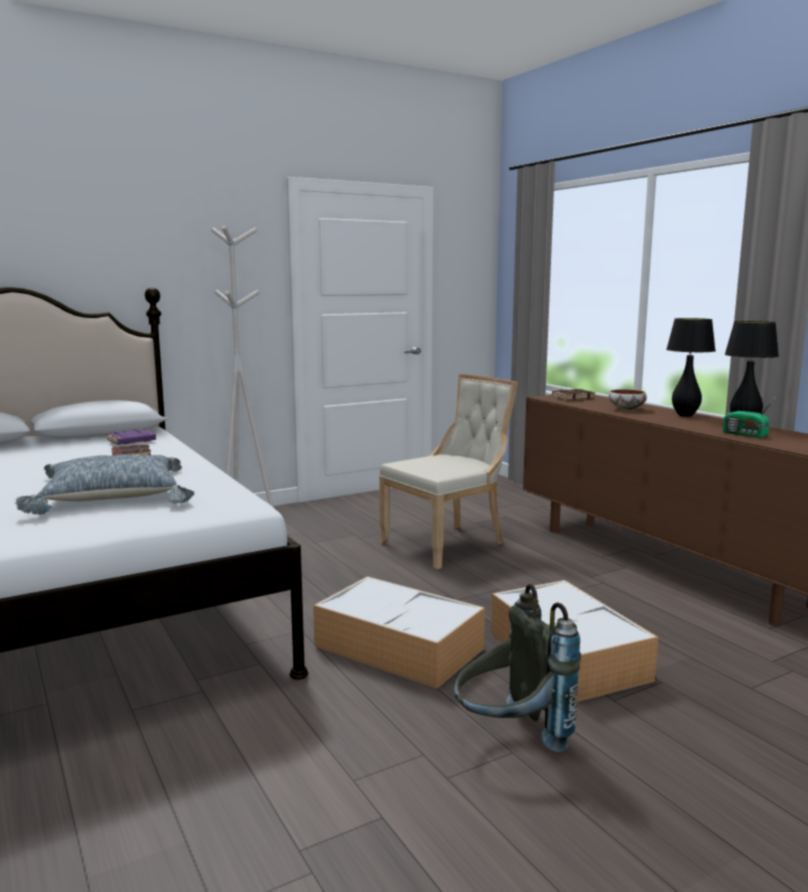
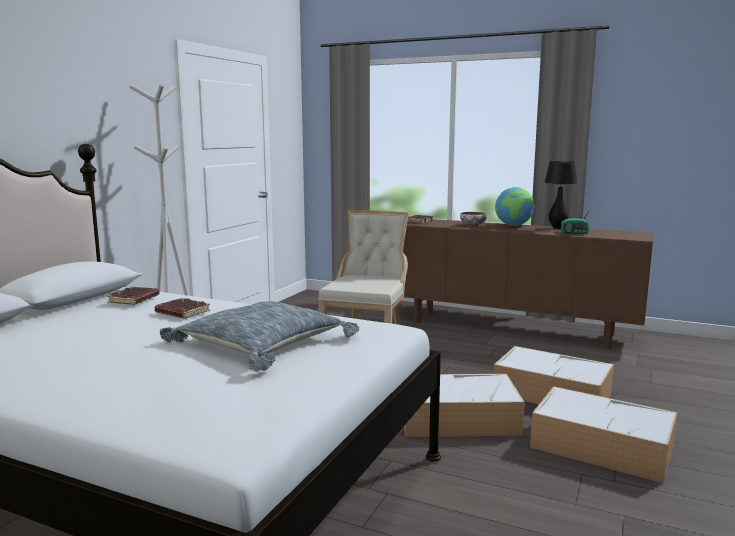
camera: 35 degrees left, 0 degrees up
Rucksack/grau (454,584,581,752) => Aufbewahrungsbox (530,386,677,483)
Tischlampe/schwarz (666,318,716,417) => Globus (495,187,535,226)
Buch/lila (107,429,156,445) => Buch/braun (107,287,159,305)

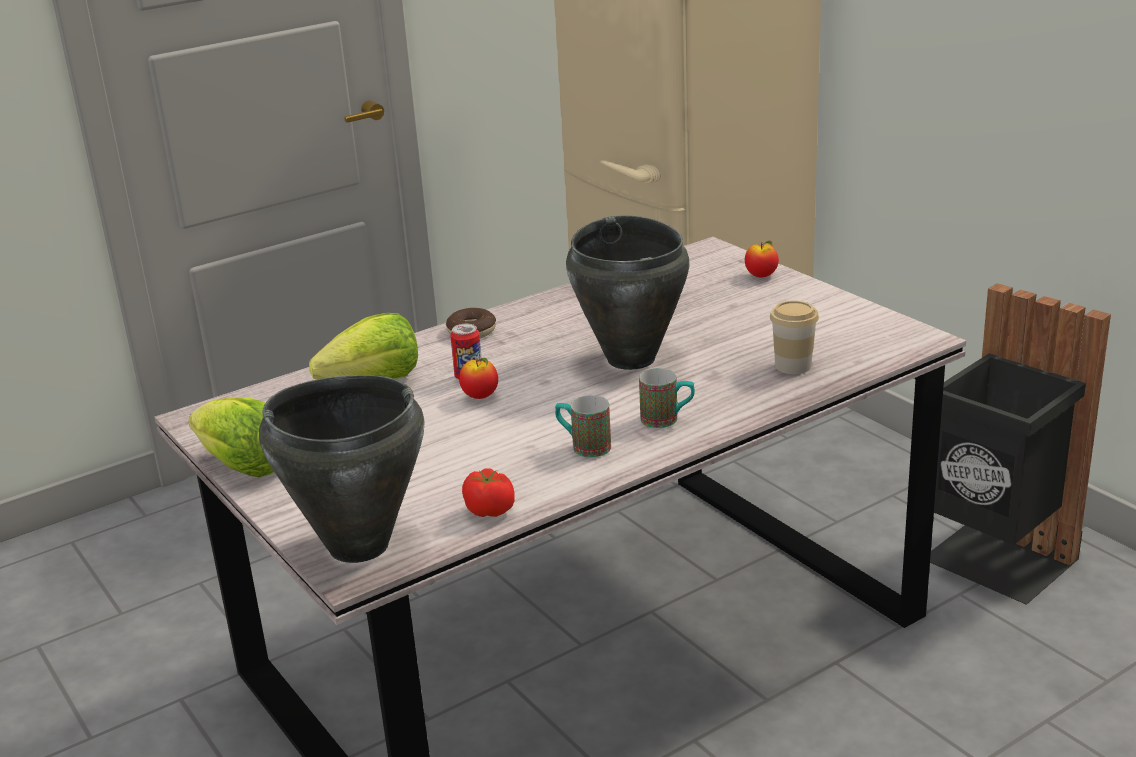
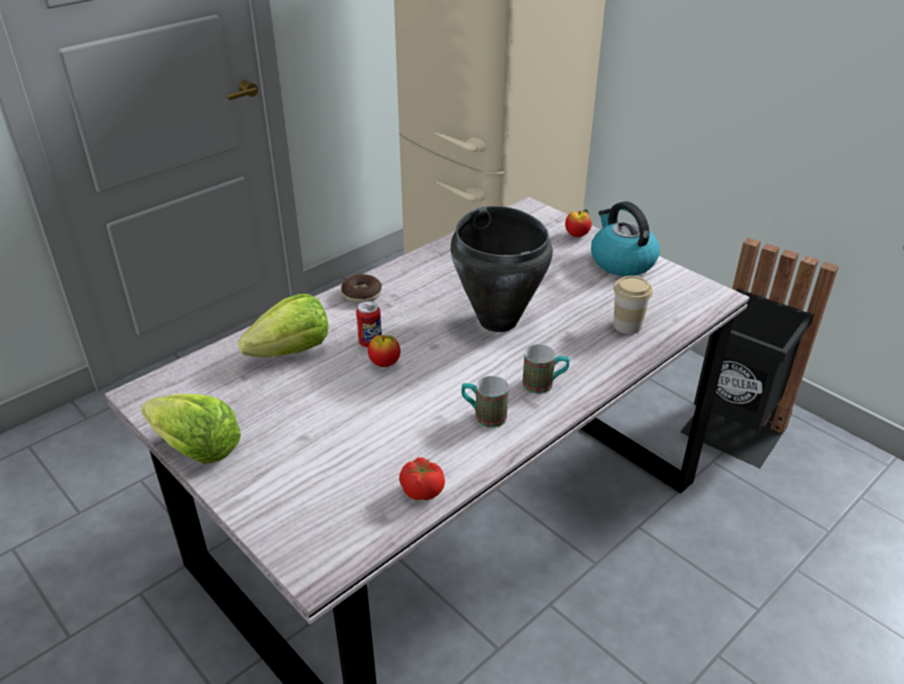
camera: 10 degrees left, 10 degrees up
Kochtopf/schwarz (259,375,425,563) => nothing
nothing => Wasserkessel (591,201,660,276)

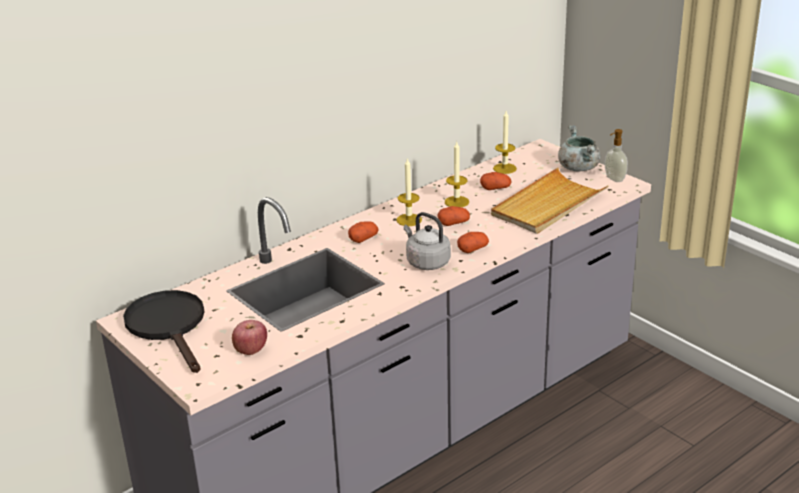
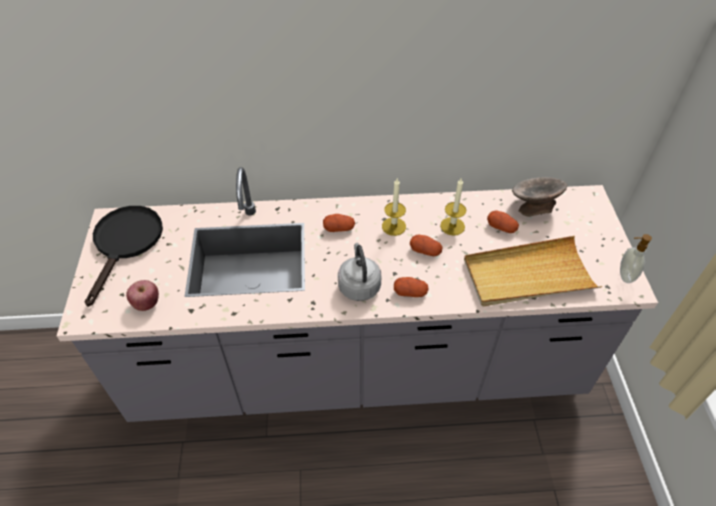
camera: 35 degrees right, 20 degrees up
Kochtopf/grau (558,125,601,171) => nothing
Kerze (493,111,517,174) => Schüssel/grau (512,177,567,217)

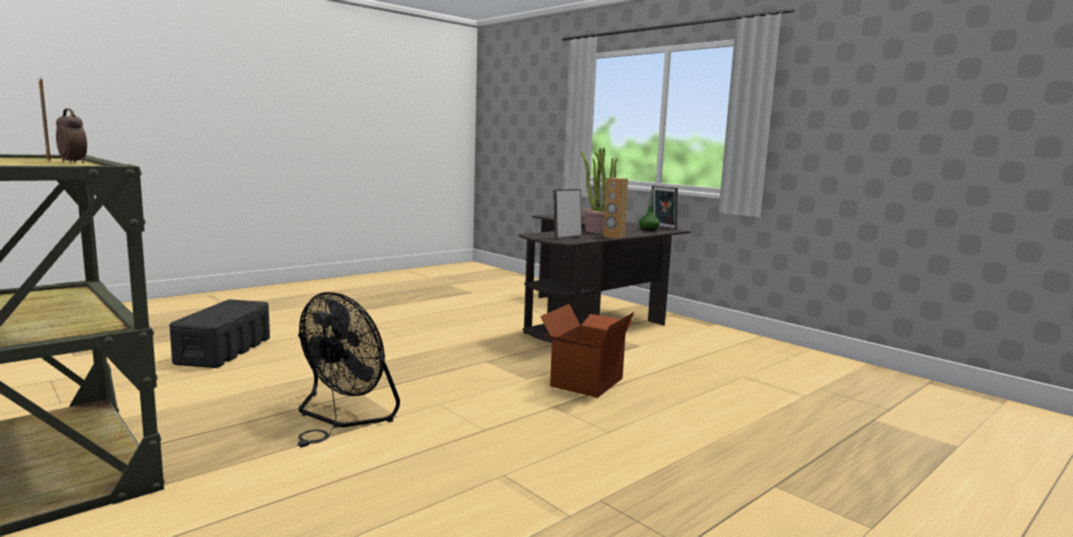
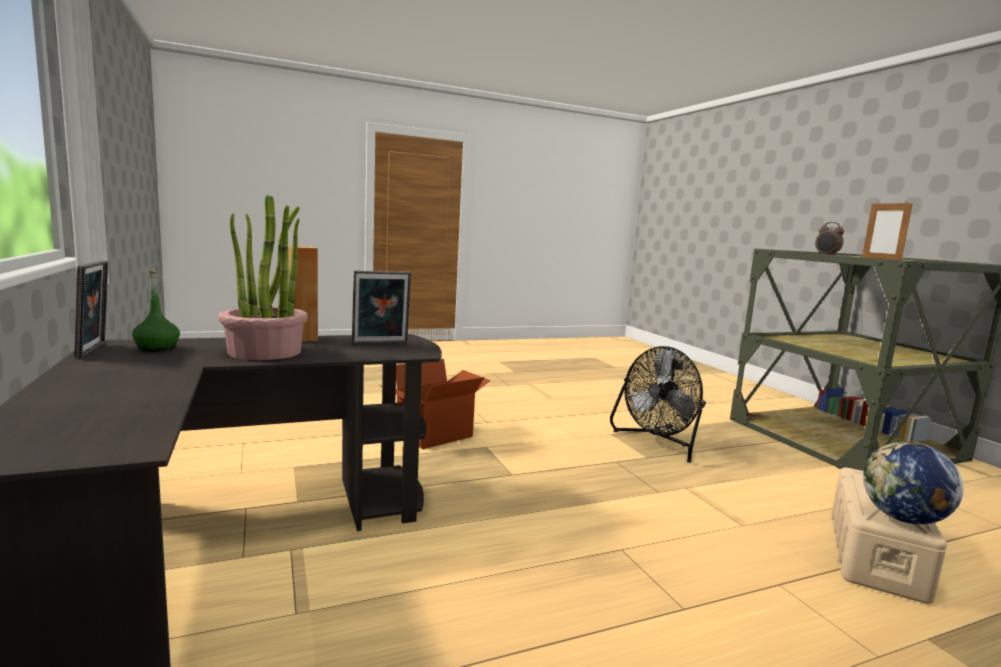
camera: 160 degrees left, 0 degrees up
nothing => Globus (863,441,963,524)
Aufbewahrungsbox/schwarz (169,300,270,368) => Aufbewahrungsbox/beige (831,467,947,604)

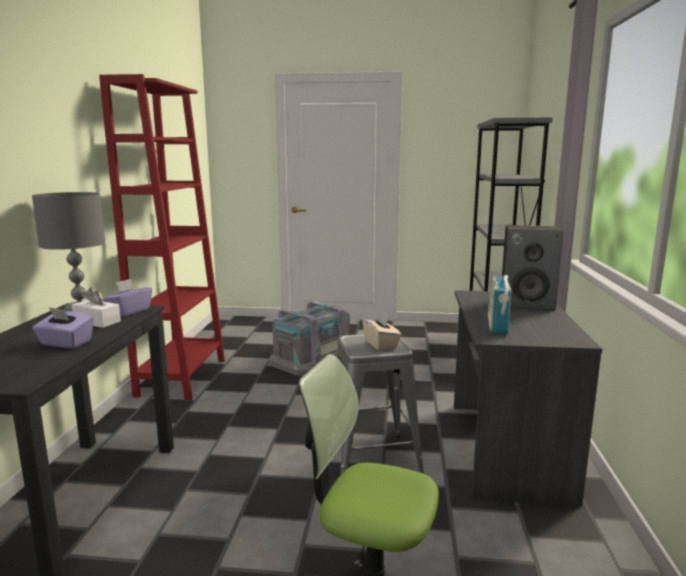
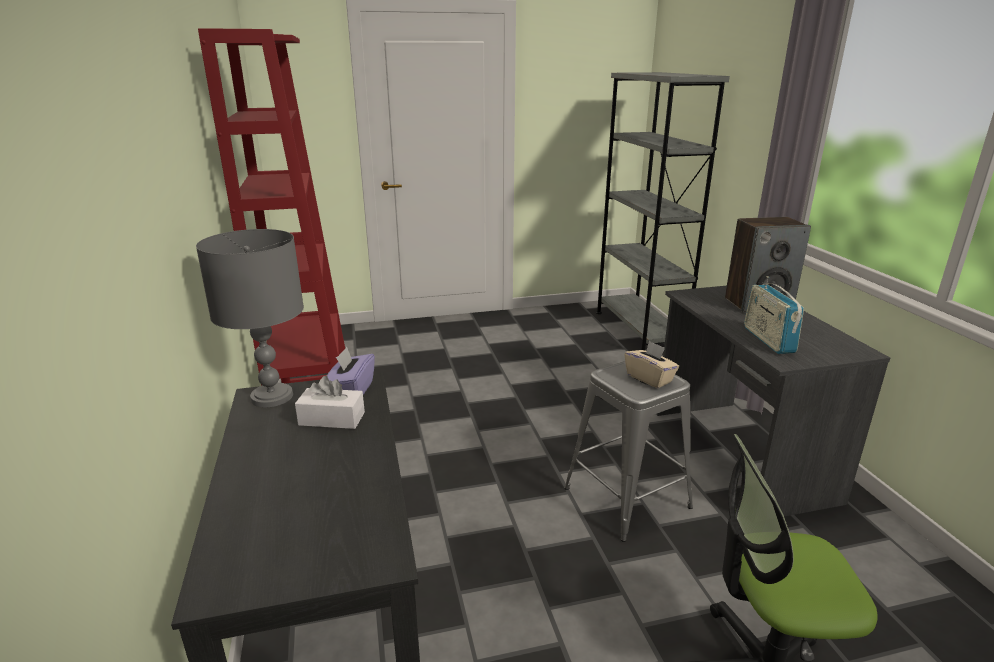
camera: 20 degrees left, 10 degrees up
Taschentuchbox/lila (32,307,94,349) => nothing
Aufbewahrungsbox/grau (269,301,350,376) => nothing

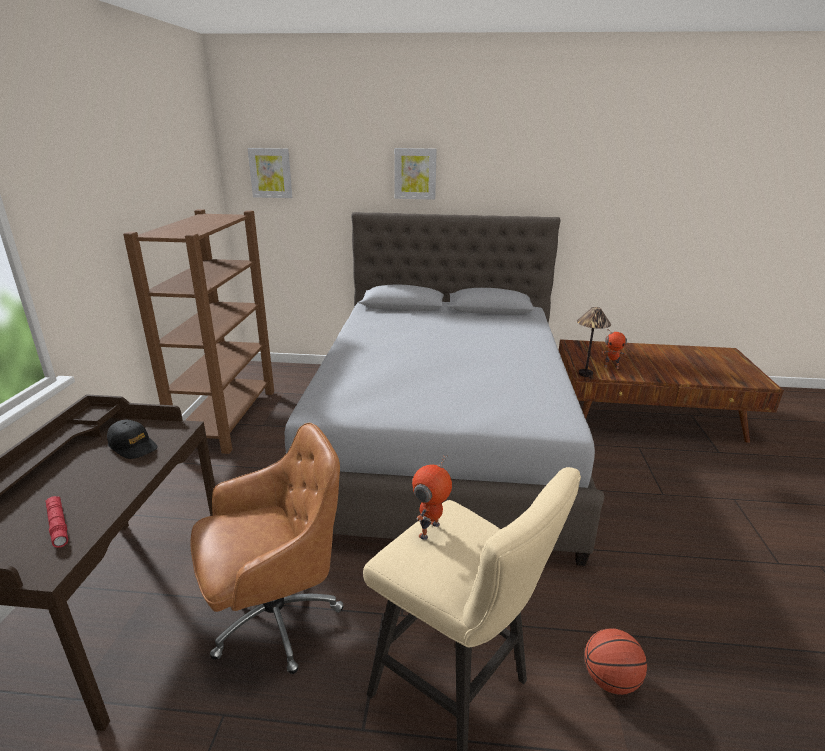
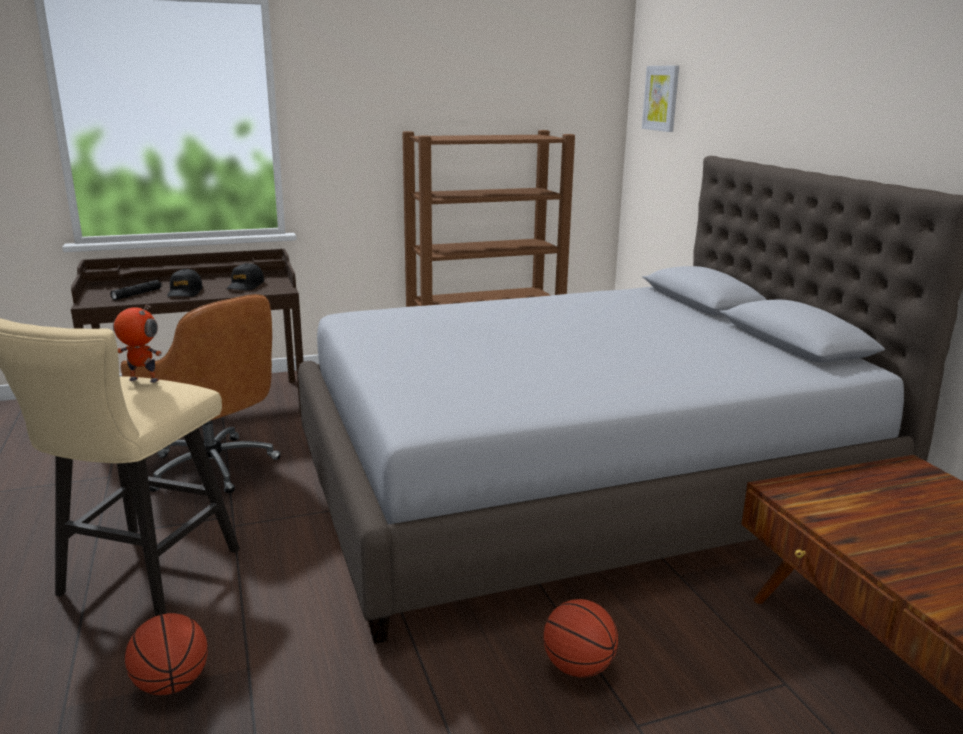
camera: 65 degrees right, 5 degrees down
Bild (394,148,437,200) => nothing
Tischlampe (577,307,611,377) => nothing
Spielzeugroboter (601,328,627,369) => nothing
nothing => Kappe/schwarz (167,269,203,297)
nothing => Basketball (543,599,618,678)
Taschenlampe/rot (45,496,68,548) => Taschenlampe/schwarz (110,280,162,300)

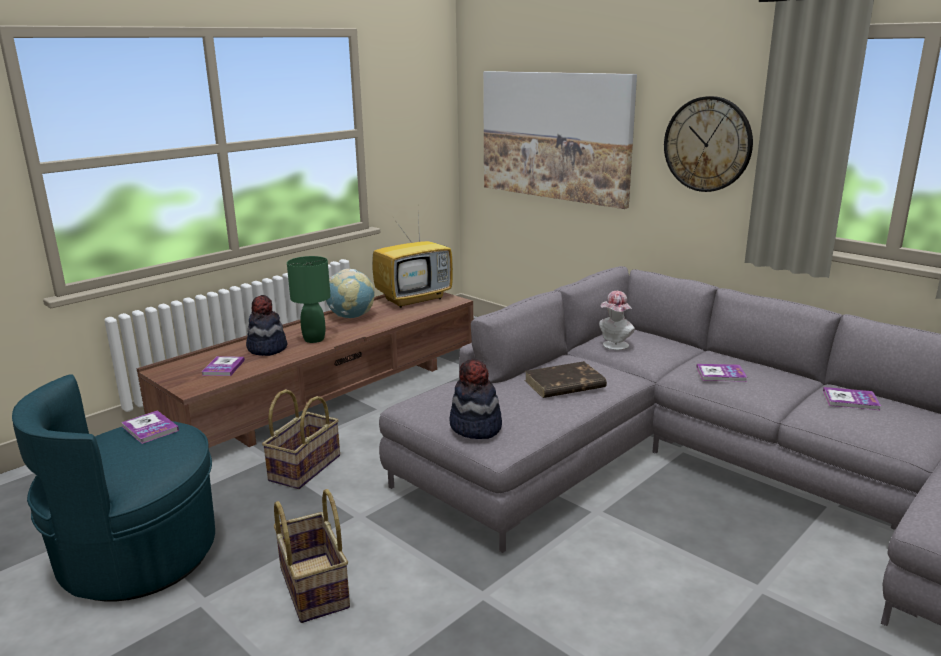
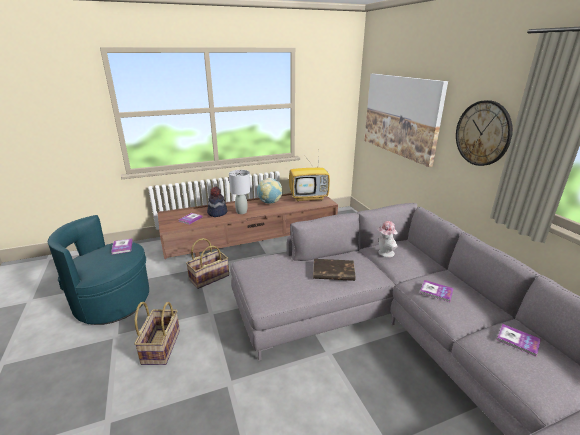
camera: 25 degrees right, 5 degrees up
Hut (450,359,502,439) => nothing
Tischlampe/grün (287,256,331,343) => Tischlampe/grau (229,170,251,214)

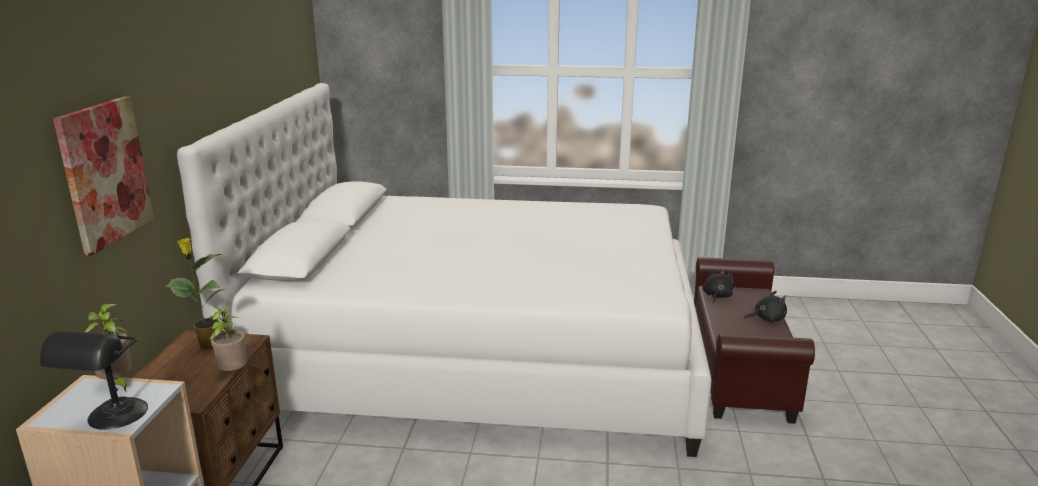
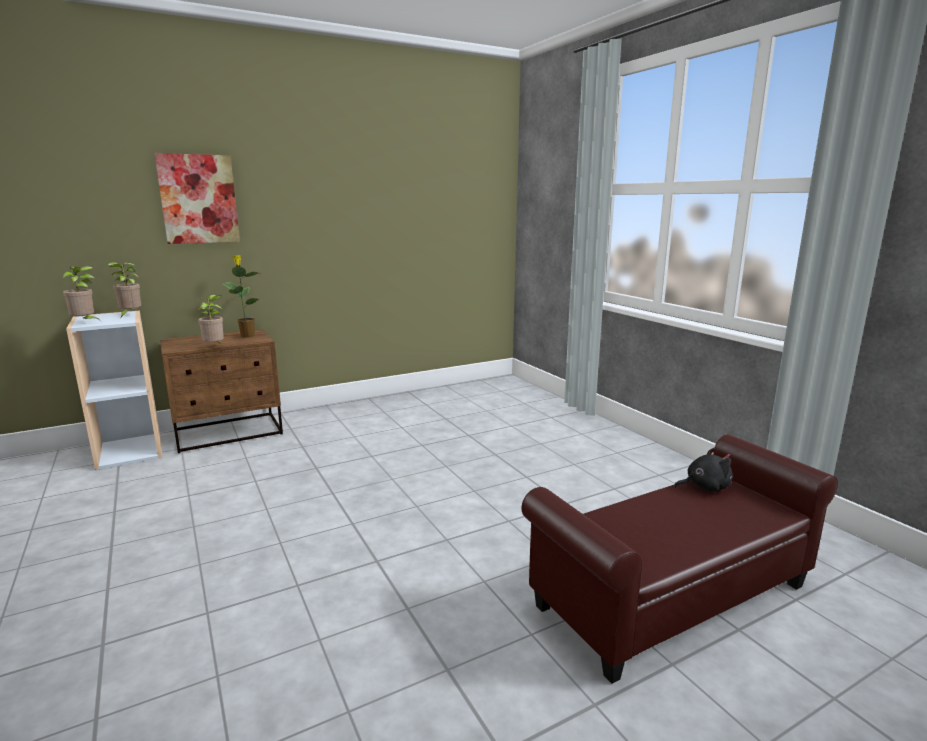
camera: 55 degrees right, 5 degrees down
Bett/weiß (177,83,711,457) => nothing
Plüschtier/schwarz (744,291,787,322) => nothing
Tischlampe/schwarz (40,331,148,430) => Topfpflanze (63,266,98,319)

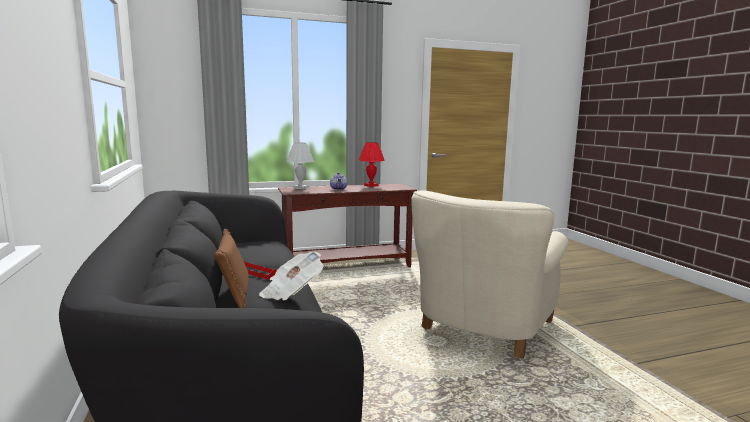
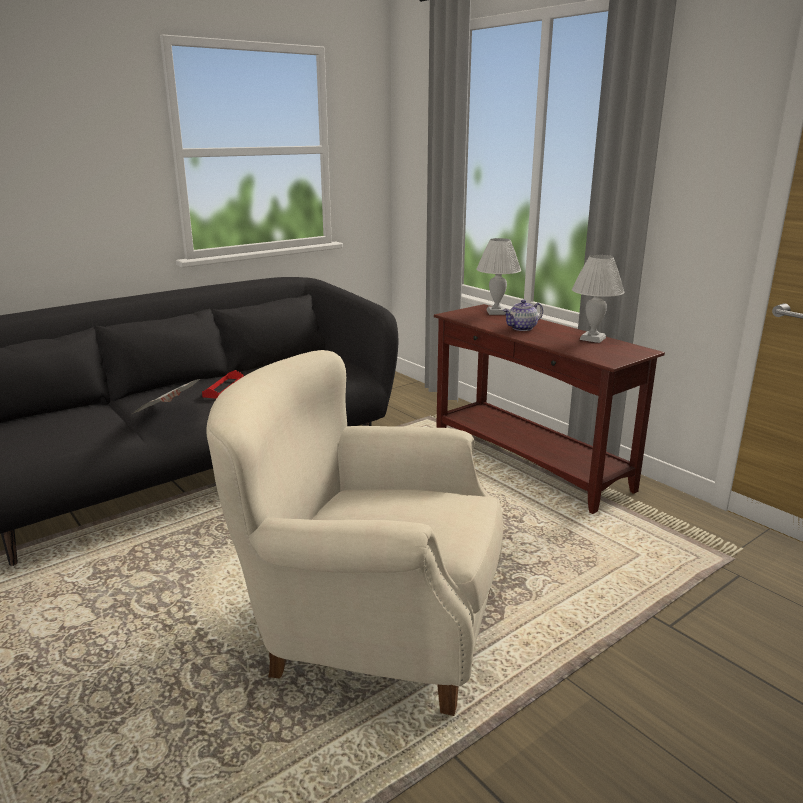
camera: 70 degrees right, 10 degrees up
Kissen/braun (215,229,249,308) => nothing
Tischlampe/rot (359,142,385,187) => Tischlampe/weiß (572,255,624,343)

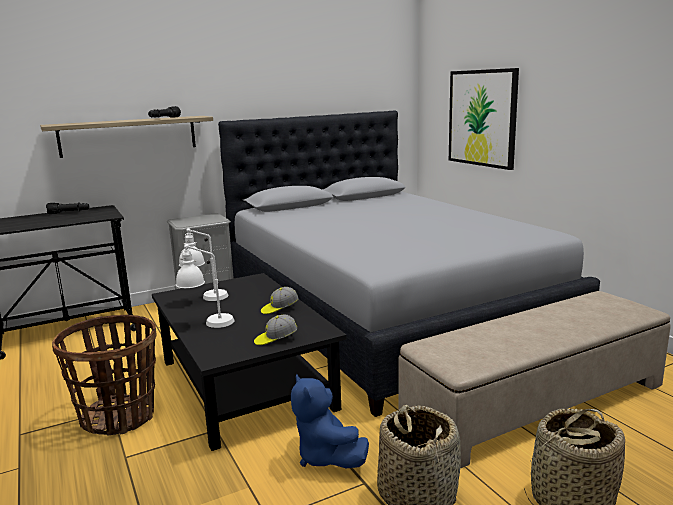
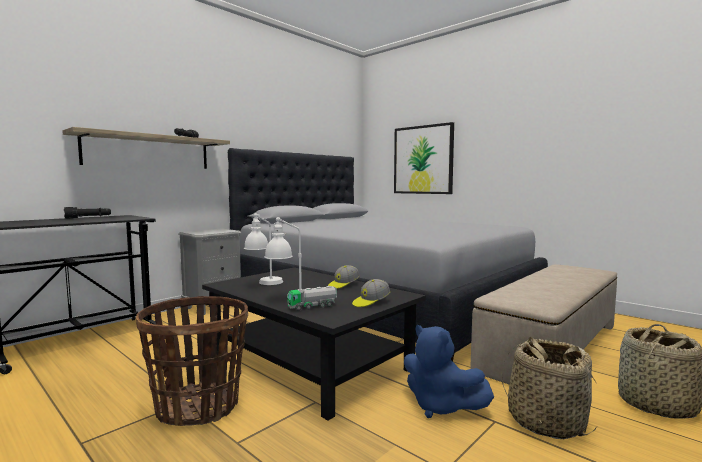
camera: 20 degrees left, 10 degrees down
nothing => Spielzeuglaster (287,286,337,311)

